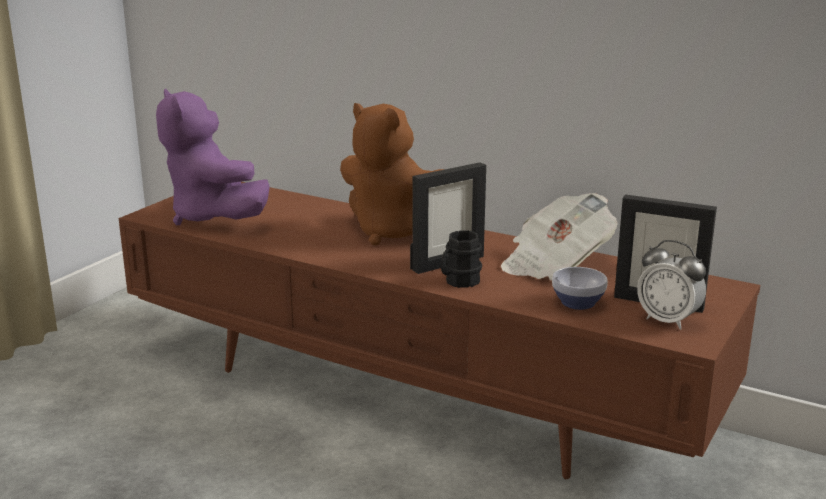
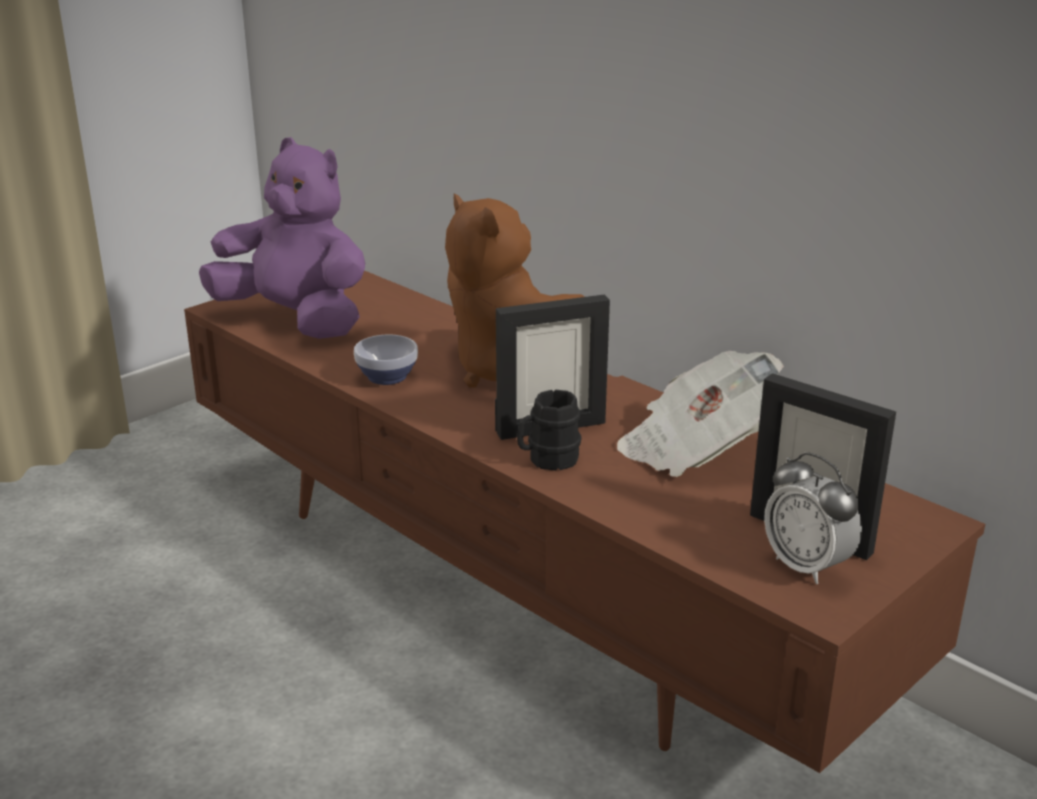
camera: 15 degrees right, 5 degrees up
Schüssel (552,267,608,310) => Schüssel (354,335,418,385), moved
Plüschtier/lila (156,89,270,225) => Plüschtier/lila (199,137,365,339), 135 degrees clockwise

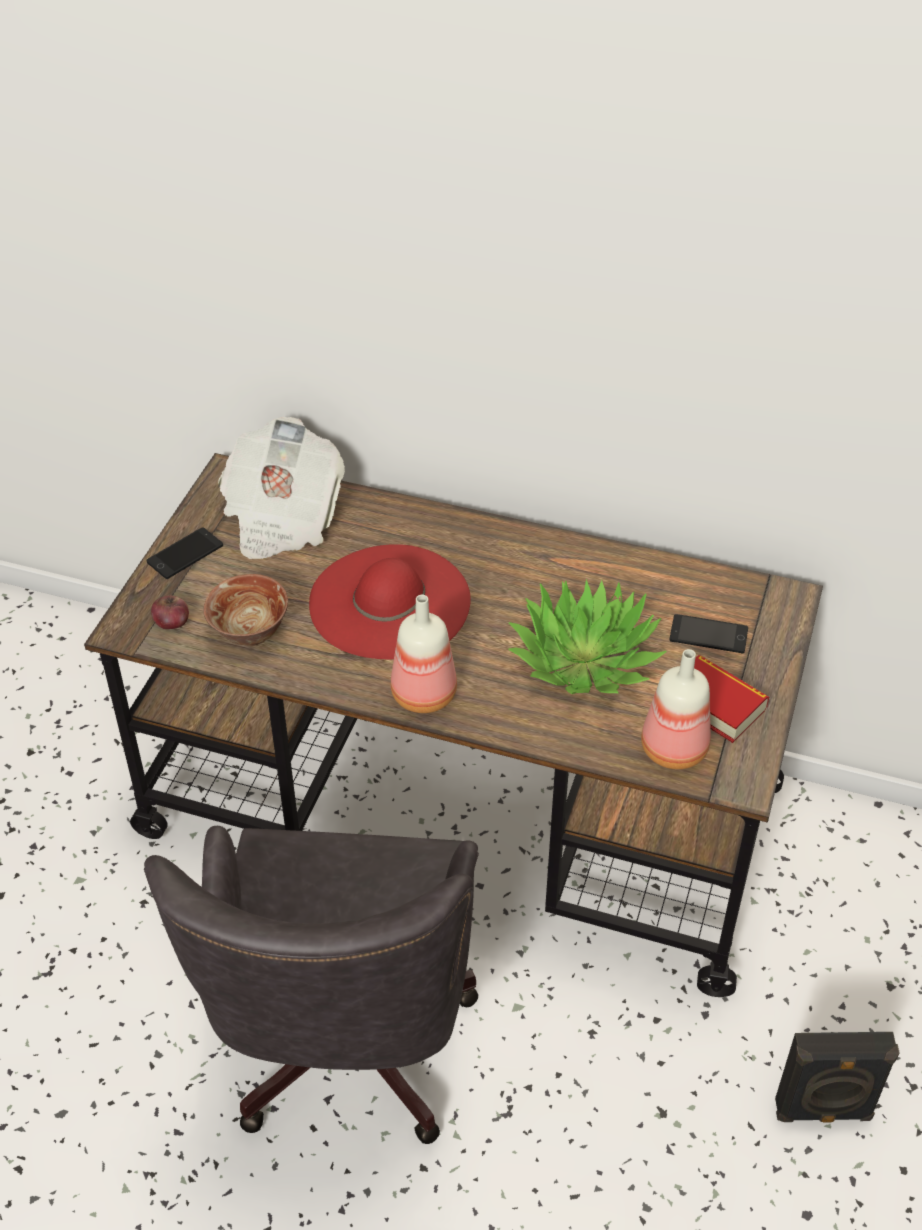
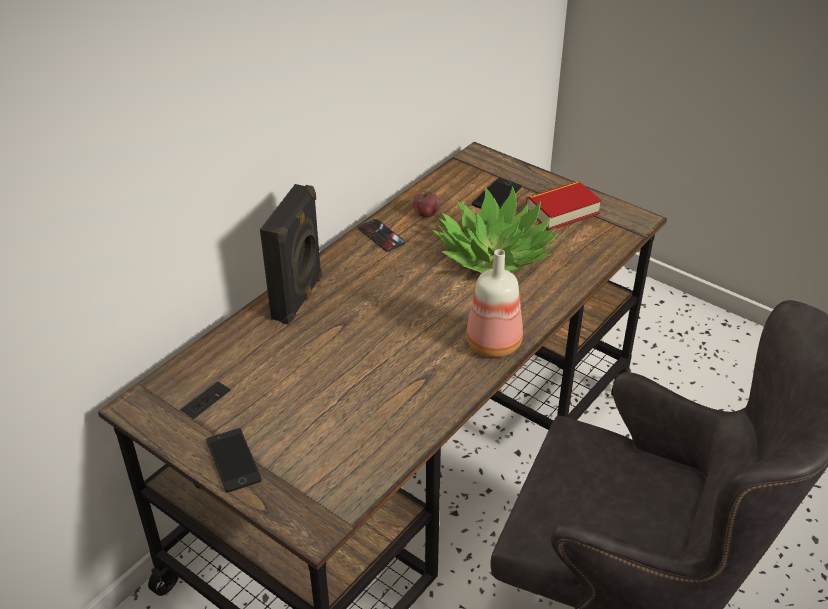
camera: 70 degrees left, 5 degrees down
Schüssel (203,574,288,646) => nothing
Zeitung (218,417,345,559) => nothing
Hut/rot (309,544,471,659) => nothing
Flasche (641,649,711,769) => nothing
nothing => Handy (358,219,405,252)
Apfel (151,596,189,629) => Apfel (413,190,440,218), moved
Lautsprecher/schwarz (775,1032,900,1123) => Lautsprecher/schwarz (260,184,322,325), moved

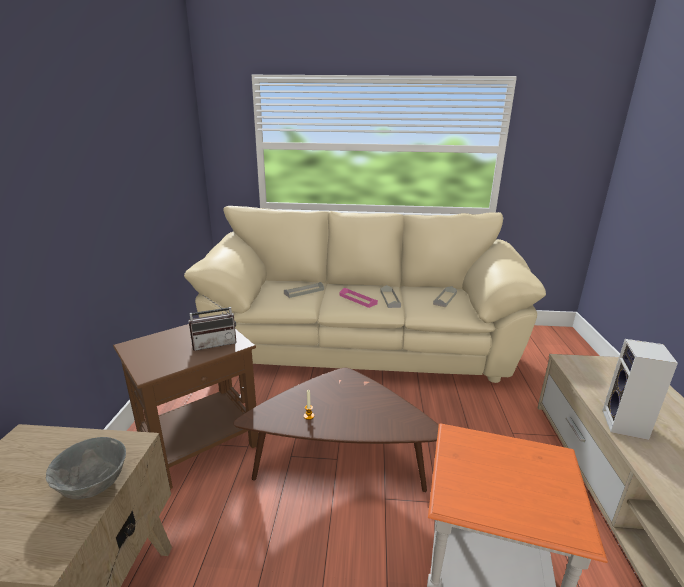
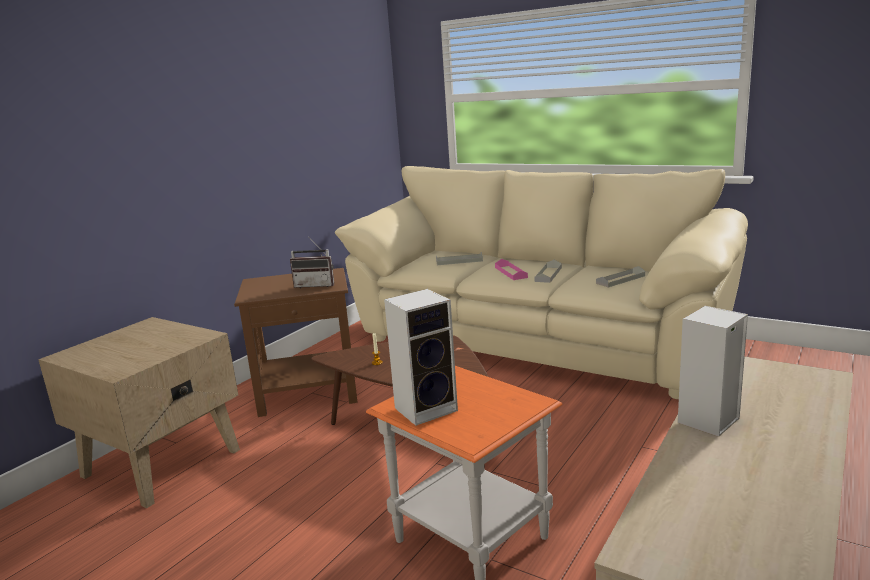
camera: 30 degrees right, 5 degrees down
Schüssel/grau (46,437,126,500) => nothing
nothing => Lautsprecher (384,289,458,426)

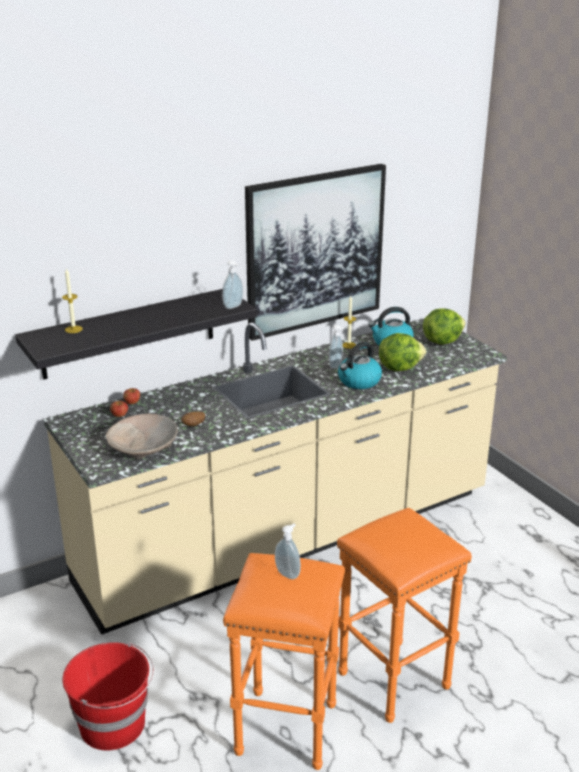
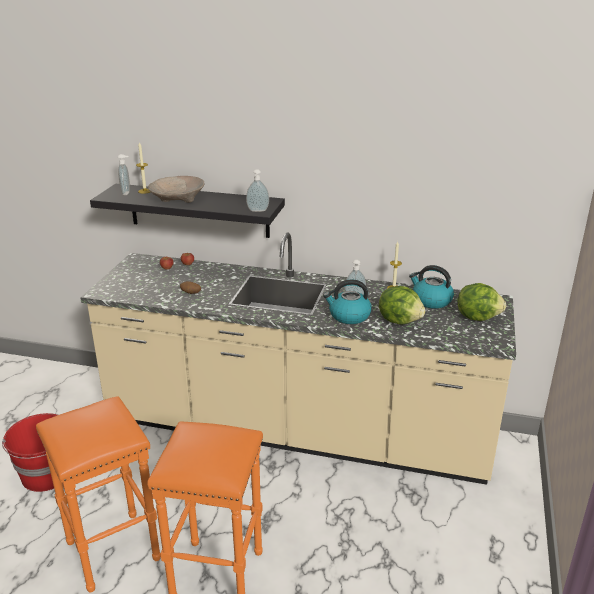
camera: 45 degrees right, 0 degrees up
Bild (245,164,386,341) => nothing
Schüssel/beige (106,414,178,459) => Schüssel/beige (148,176,205,203), moved
Seifenspender (275,524,301,580) => Seifenspender (118,154,130,195), moved

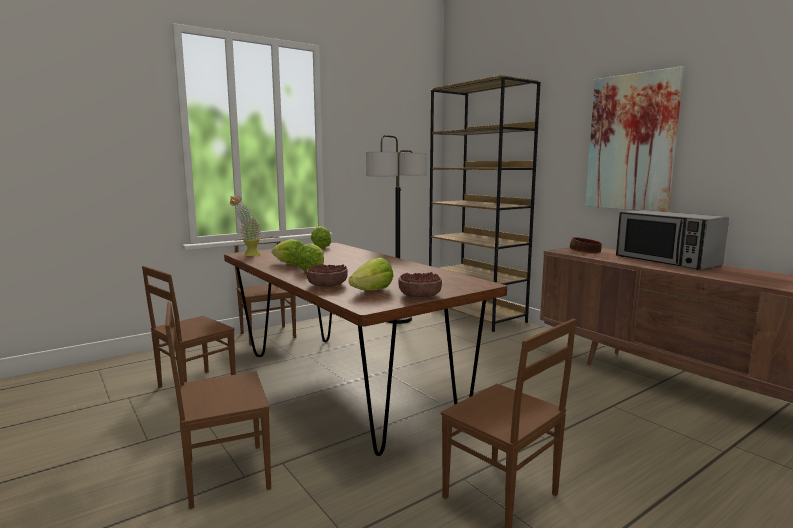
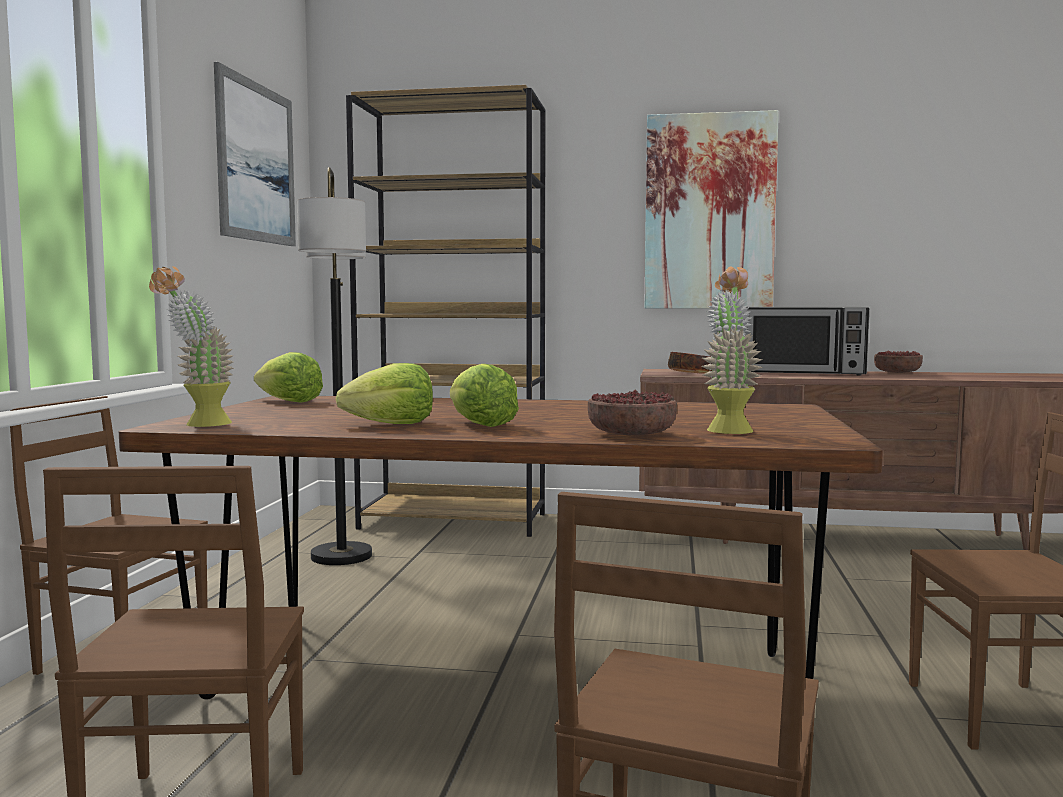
camera: 45 degrees left, 5 degrees down
nothing => Bild (214,62,296,246)
Schüssel (398,272,442,297) => Schüssel (874,350,923,373), moved
Salatkopf (349,258,393,290) => Topfpflanze (701,266,763,434)

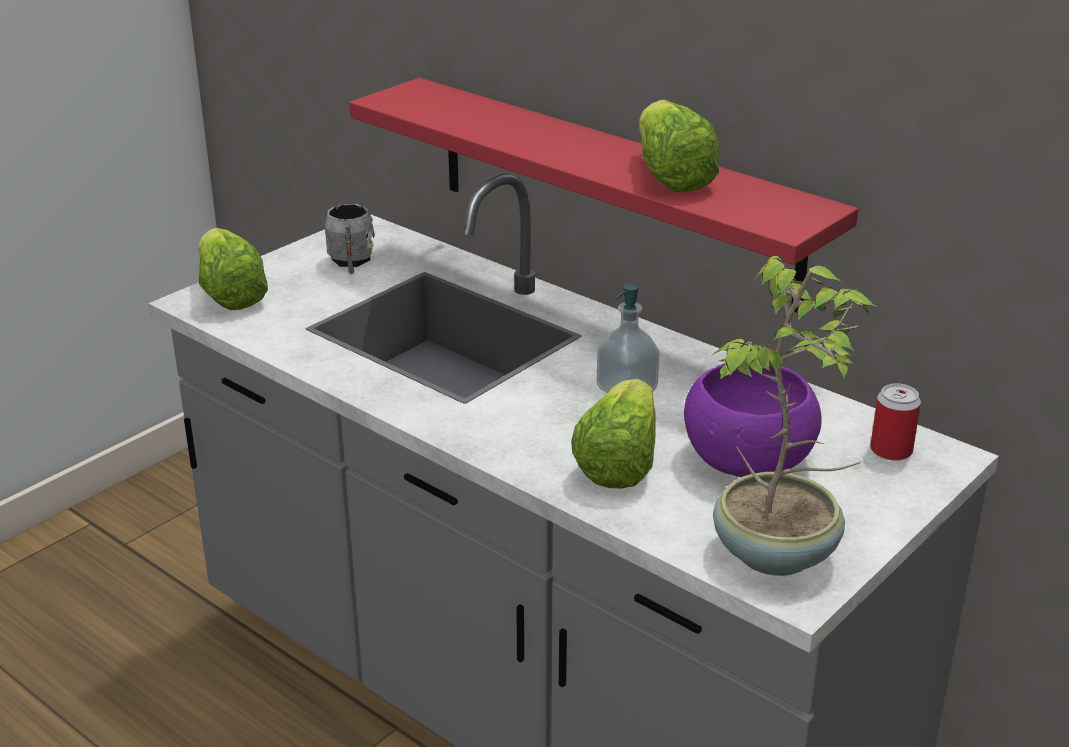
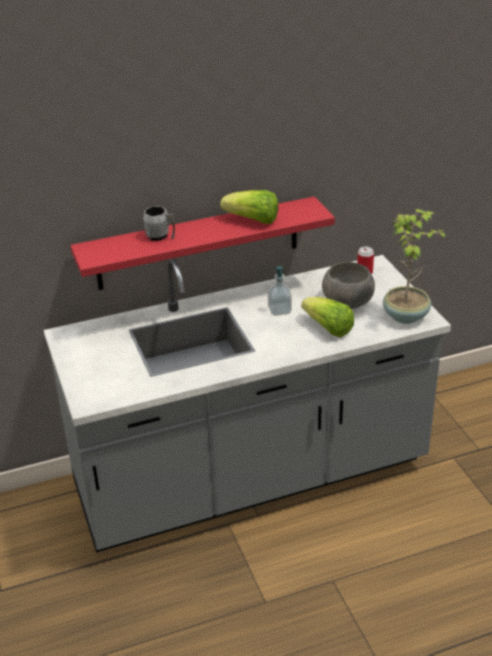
camera: 60 degrees left, 5 degrees up
Salatkopf (198,228,268,310) => nothing
Henkelbecher/grau (325,204,375,274) => Henkelbecher/grau (143,206,175,241), moved
Schüssel/lila (684,363,822,477) => Schüssel/grau (322,262,375,309)

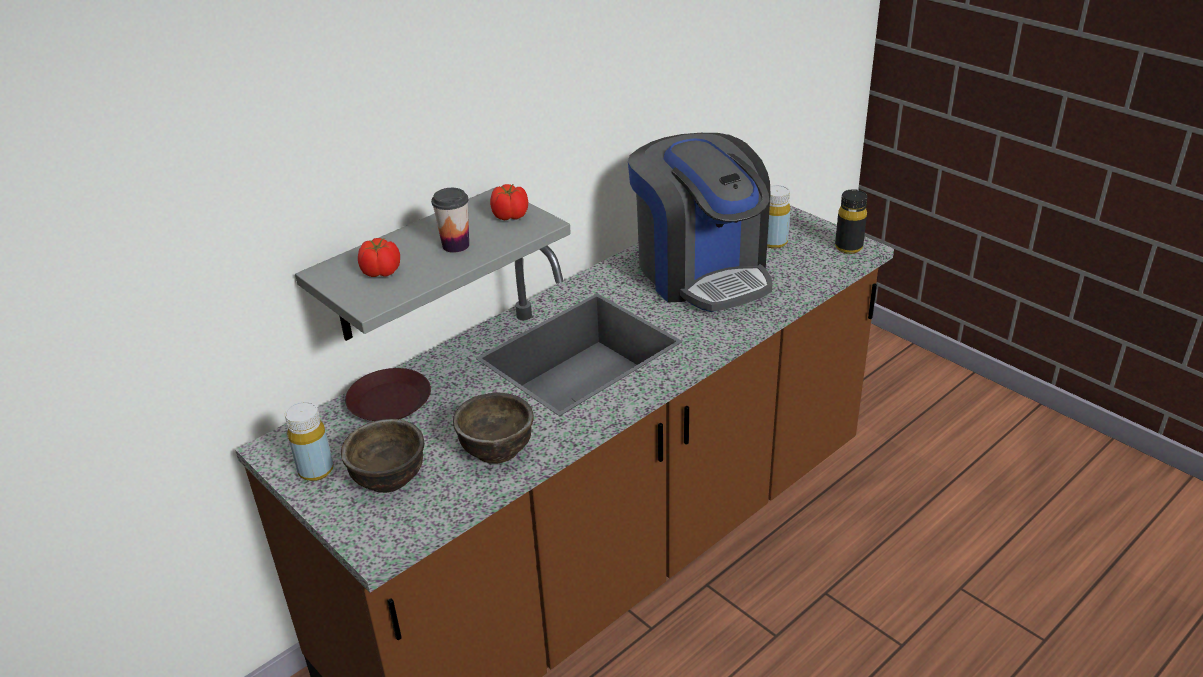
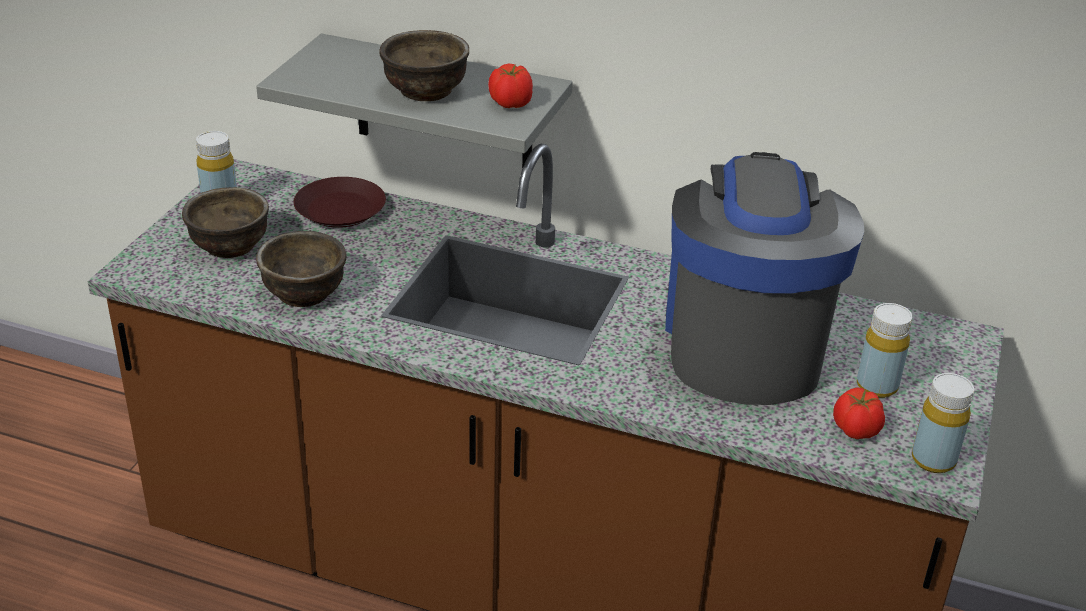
camera: 60 degrees right, 0 degrees up
Tomate (358,238,400,277) => Tomate (833,387,885,439), moved
Tasse (431,188,469,253) => Schüssel/braun (380,30,469,101)
Flasche/schwarz (835,189,867,254) => Flasche/gelb (912,373,974,473)
Kaffeemaschine (628,133,772,312) => Kaffeemaschine (665,152,864,405), 150 degrees clockwise

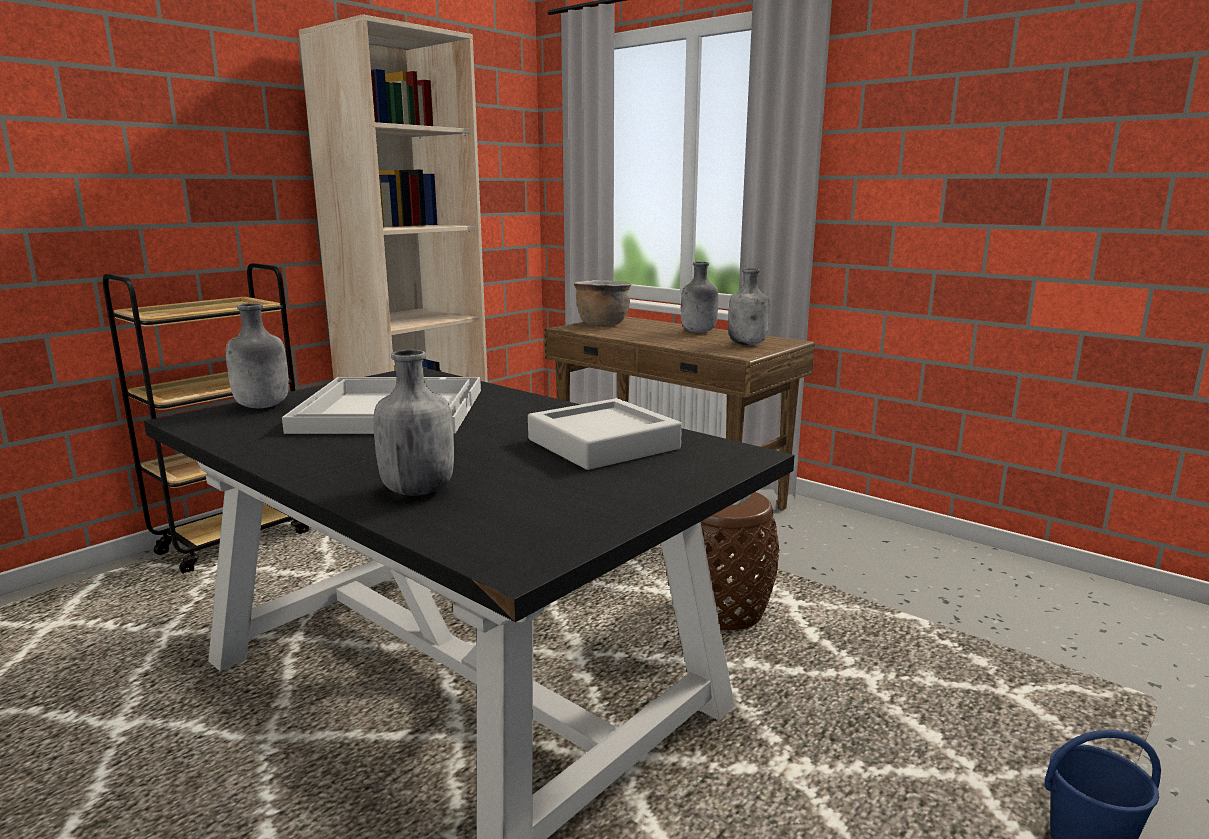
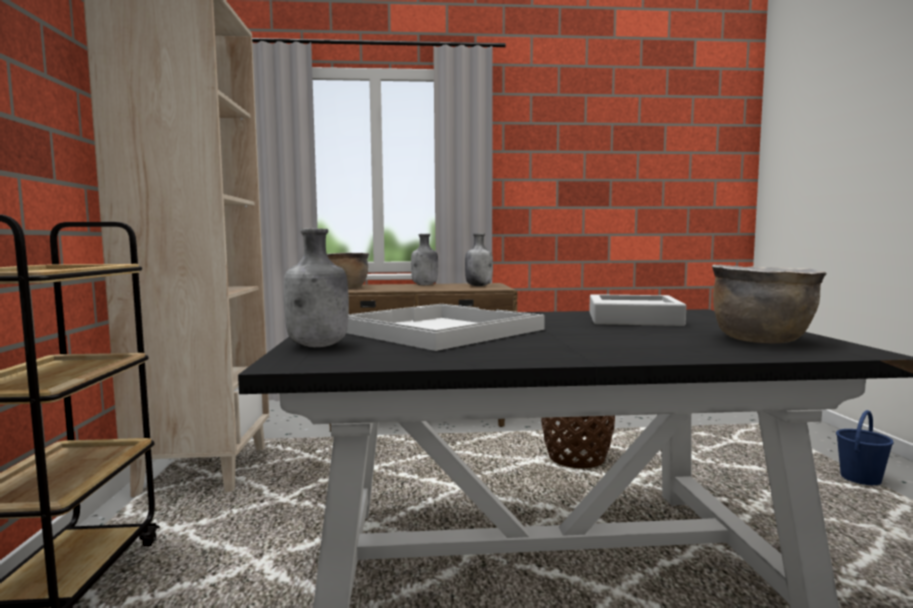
camera: 45 degrees left, 10 degrees down
Flasche/grau (374,350,454,496) => nothing
nothing => Kochtopf/braun (712,265,827,343)

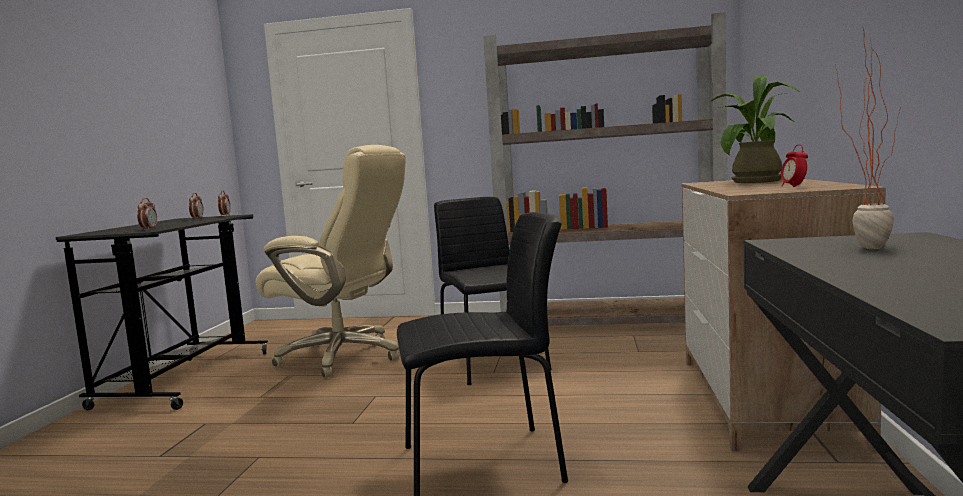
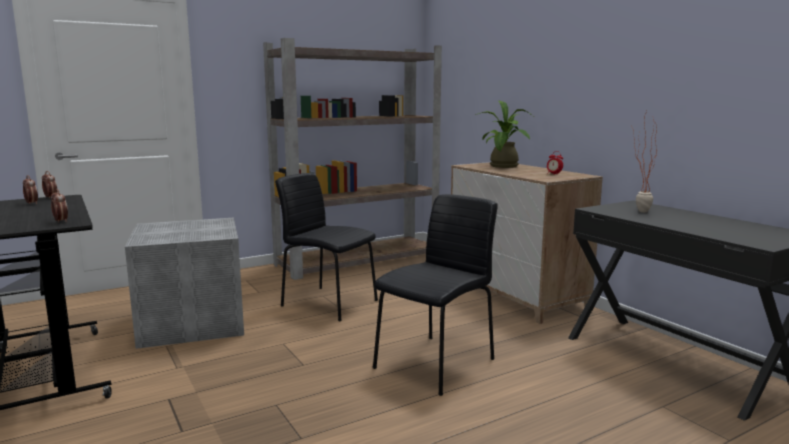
camera: 40 degrees left, 5 degrees up
Bürostuhl/beige (256,145,406,378) => Aufbewahrungsbox/grau (125,218,244,349)

